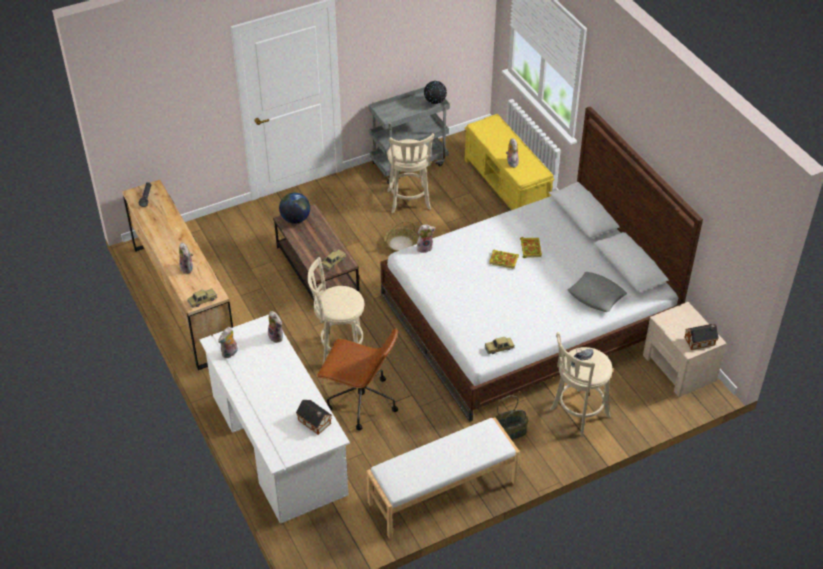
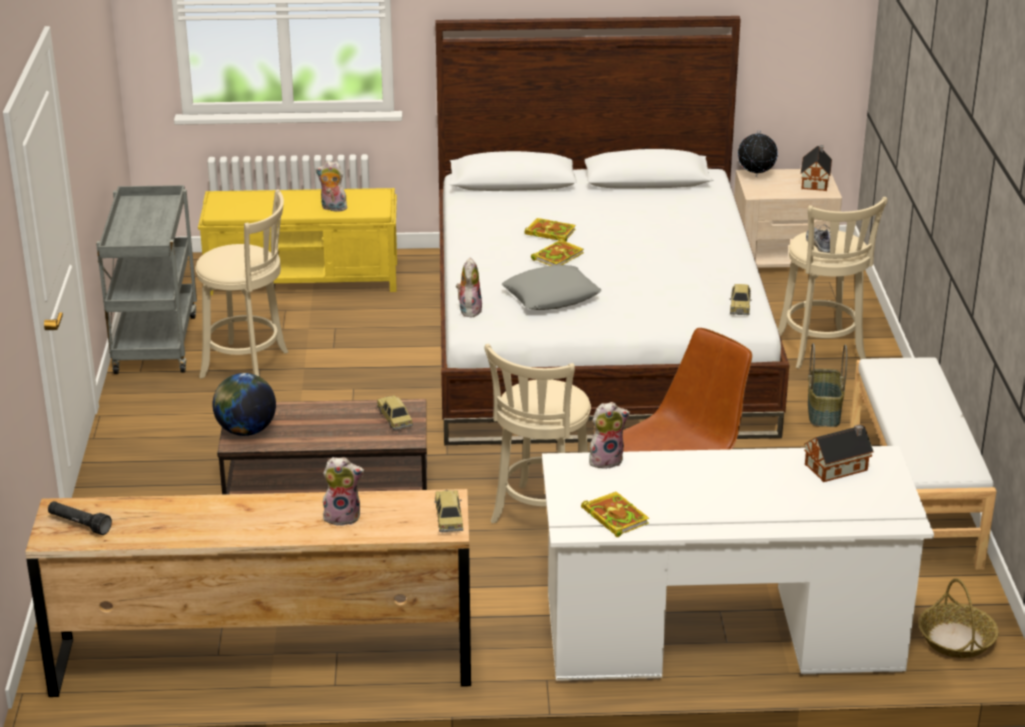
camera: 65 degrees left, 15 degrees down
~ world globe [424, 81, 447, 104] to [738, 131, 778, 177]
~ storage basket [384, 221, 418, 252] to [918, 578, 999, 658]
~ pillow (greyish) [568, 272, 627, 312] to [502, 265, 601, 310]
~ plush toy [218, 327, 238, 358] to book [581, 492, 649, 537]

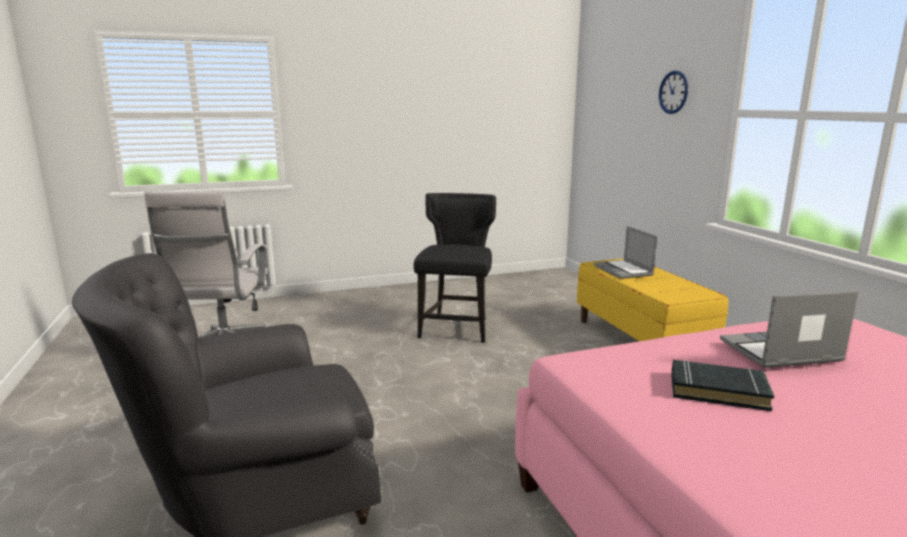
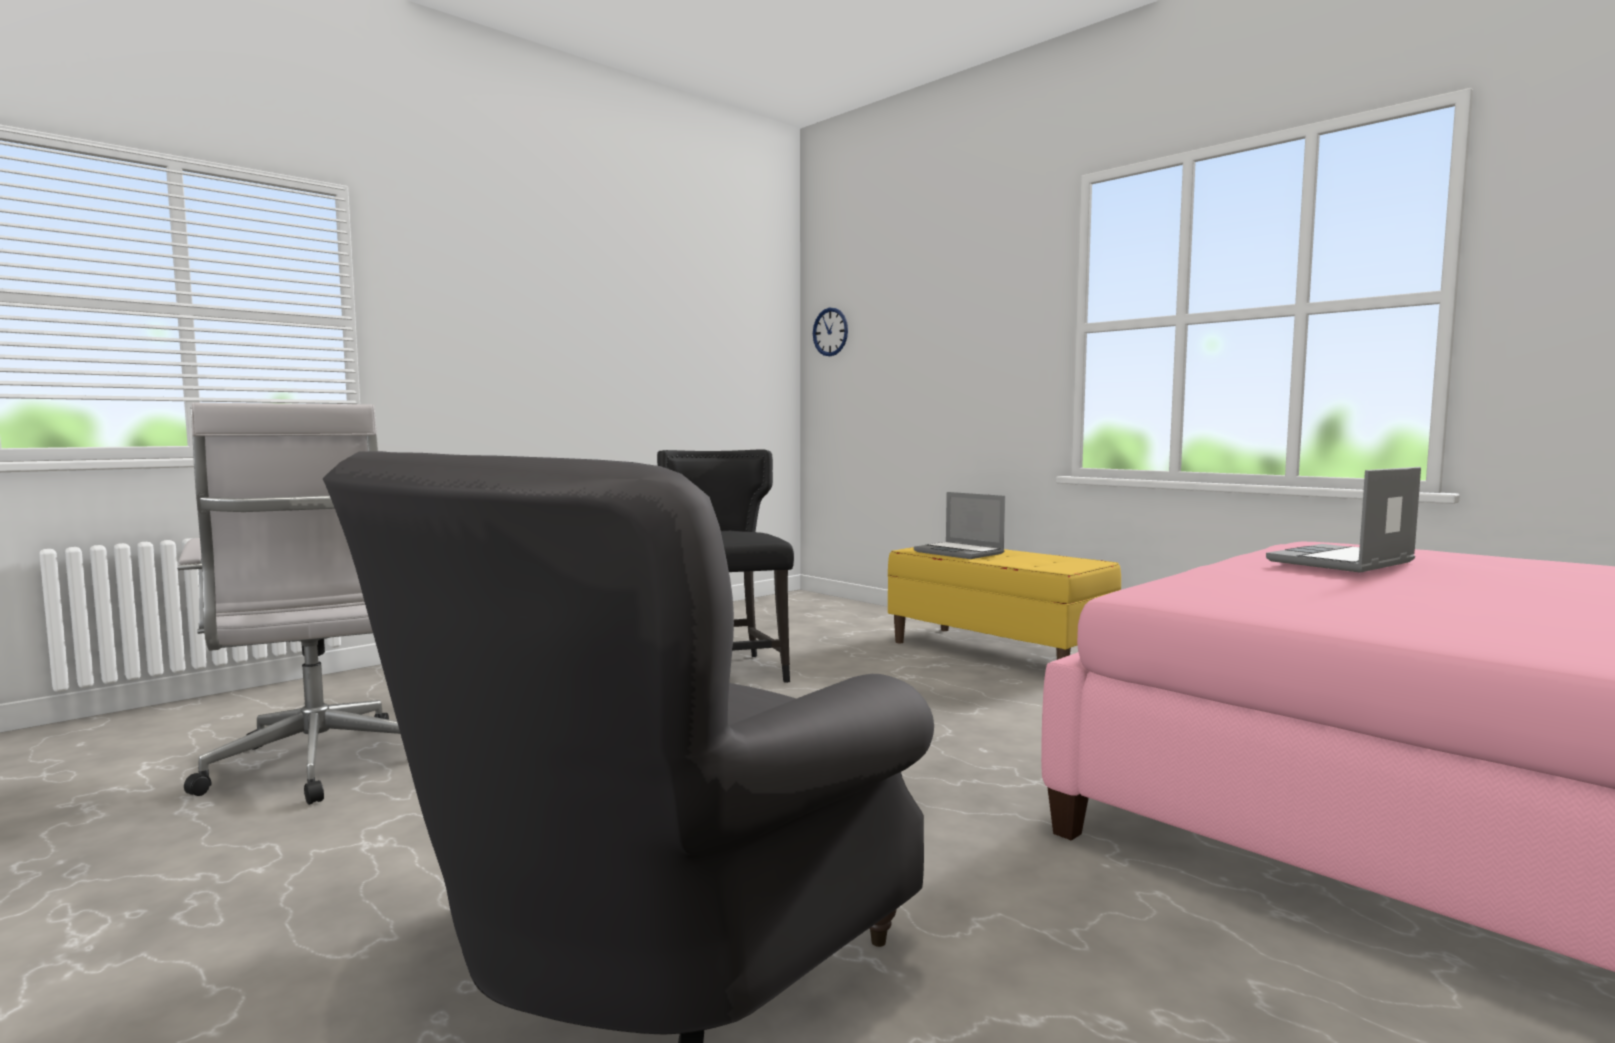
camera: 25 degrees left, 10 degrees down
~ hanging clock [659, 71, 688, 114] to [813, 308, 848, 356]
- book (blackish) [671, 360, 774, 411]

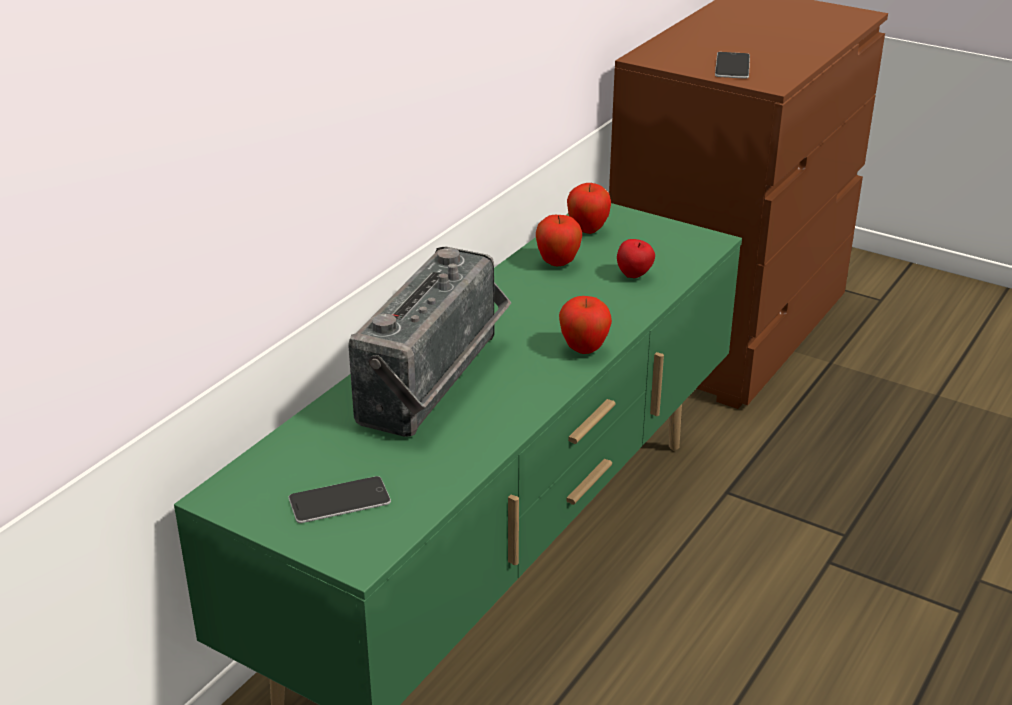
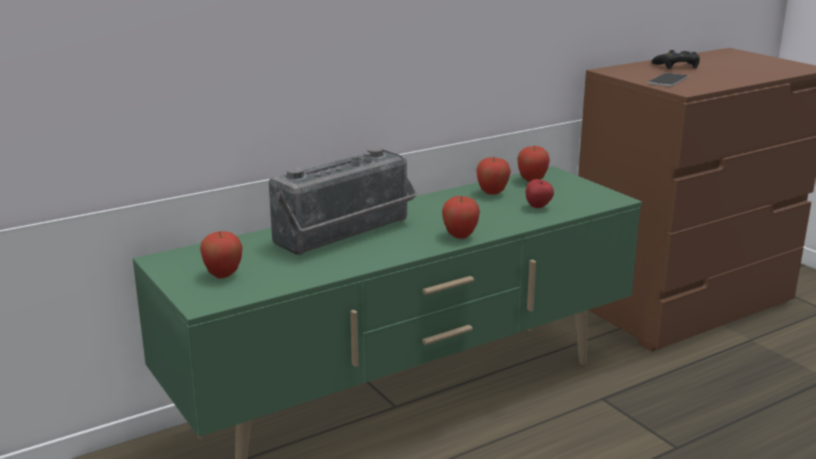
camera: 25 degrees right, 10 degrees down
~ telephone [289, 476, 391, 523] to whole apple [200, 231, 242, 279]
+ joypad (blackish) [652, 50, 700, 69]

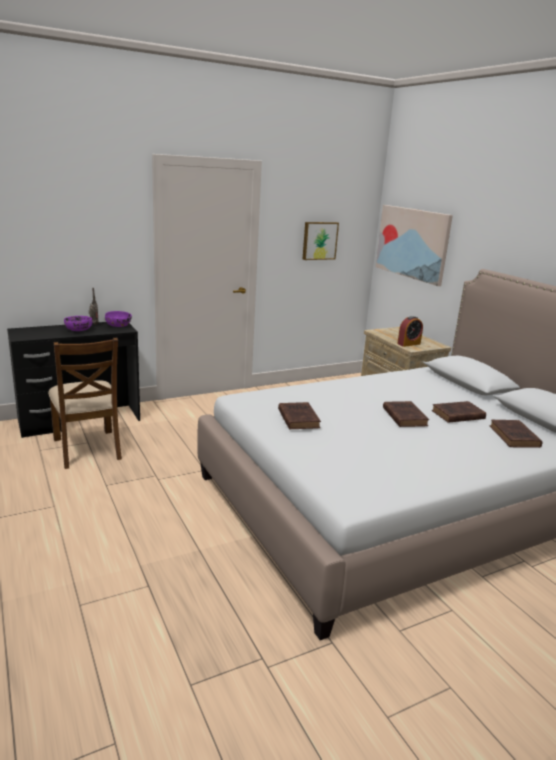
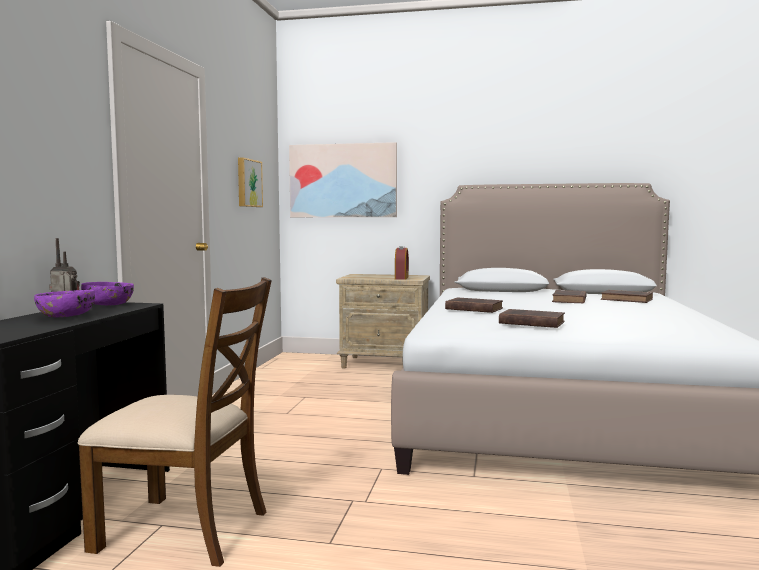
camera: 50 degrees left, 15 degrees down
~ book (brown-coloured) [383, 401, 429, 427] to [445, 297, 503, 313]

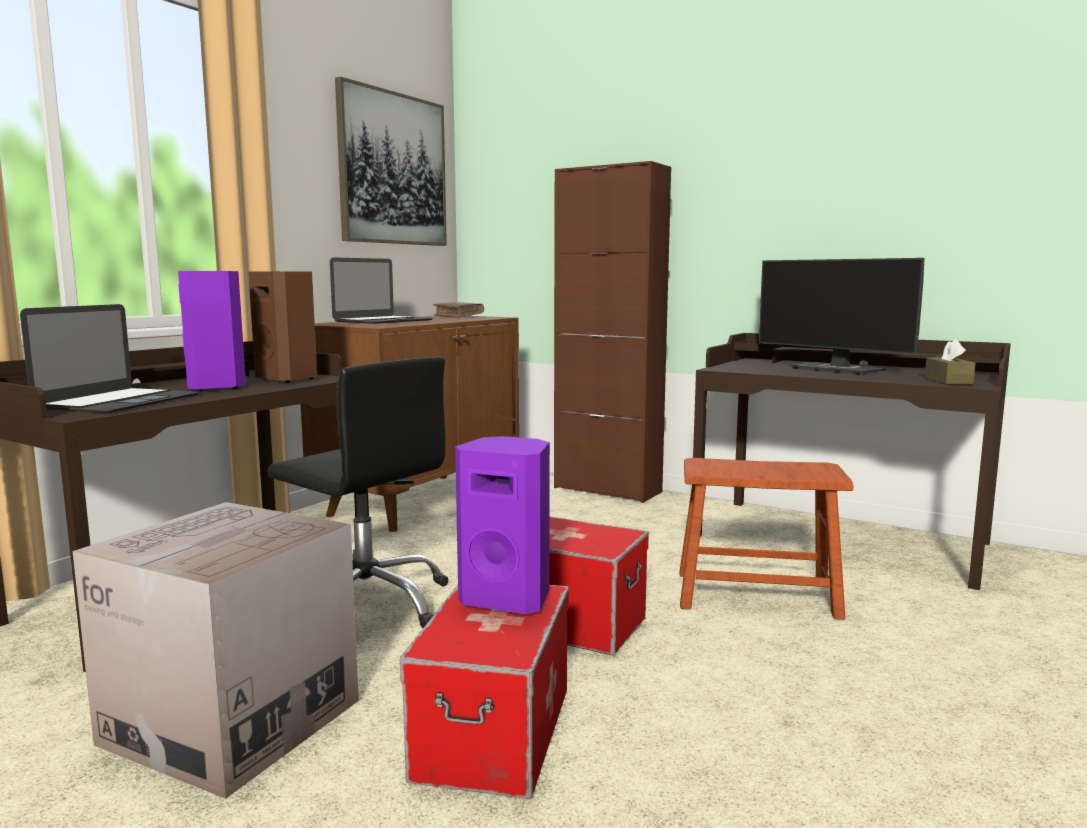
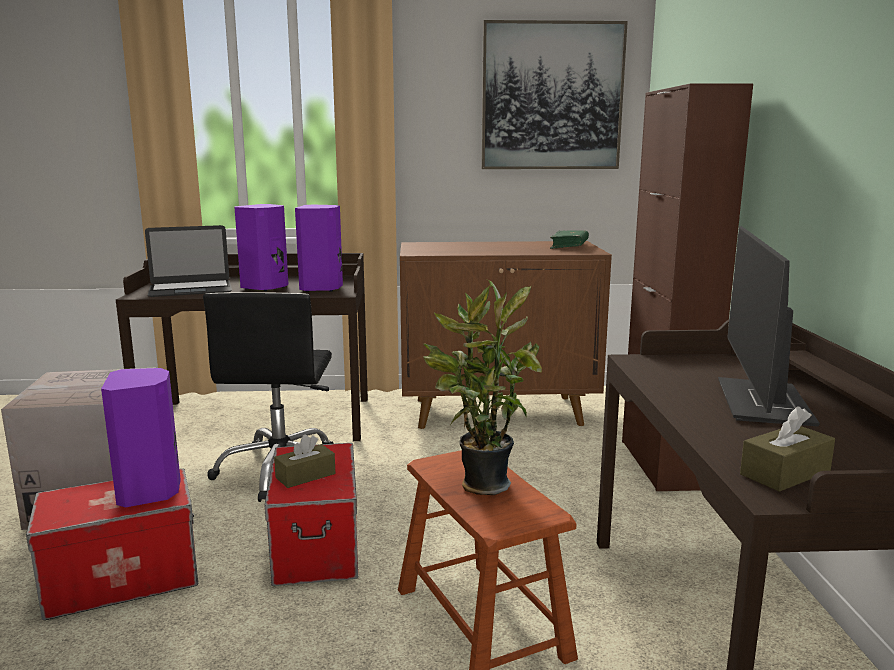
camera: 55 degrees right, 5 degrees up
- laptop [330, 257, 433, 324]
~ loudspeaker (brown-coloured) [248, 271, 317, 383] to loudspeaker (purplish) [295, 205, 343, 292]
~ book (brown-coloured) [433, 302, 484, 318] to book (greenish) [550, 230, 589, 249]
+ potted plant [423, 280, 542, 495]
+ tissue holder (brown-coloured) [274, 434, 335, 488]

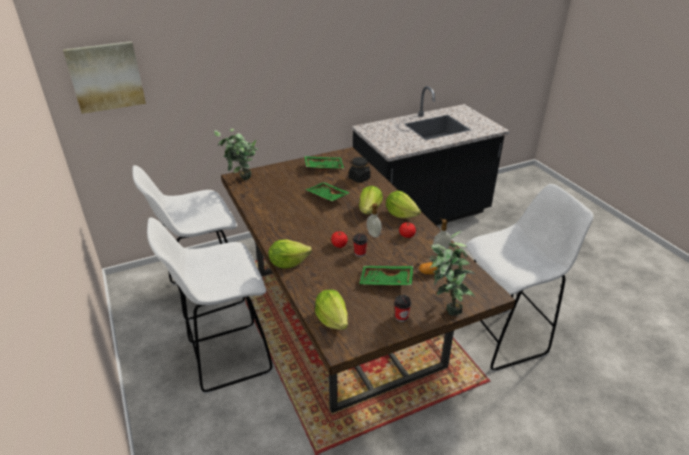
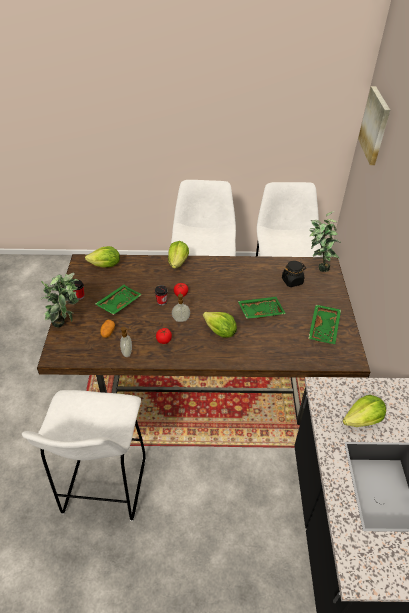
camera: 115 degrees right, 10 degrees up
~ jar (blackish) [349, 157, 371, 183] to [282, 261, 306, 287]
~ lettuce [386, 190, 421, 218] to [342, 395, 386, 427]

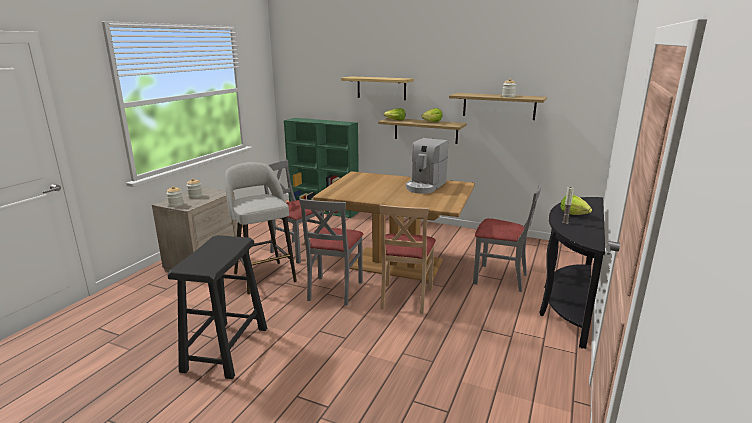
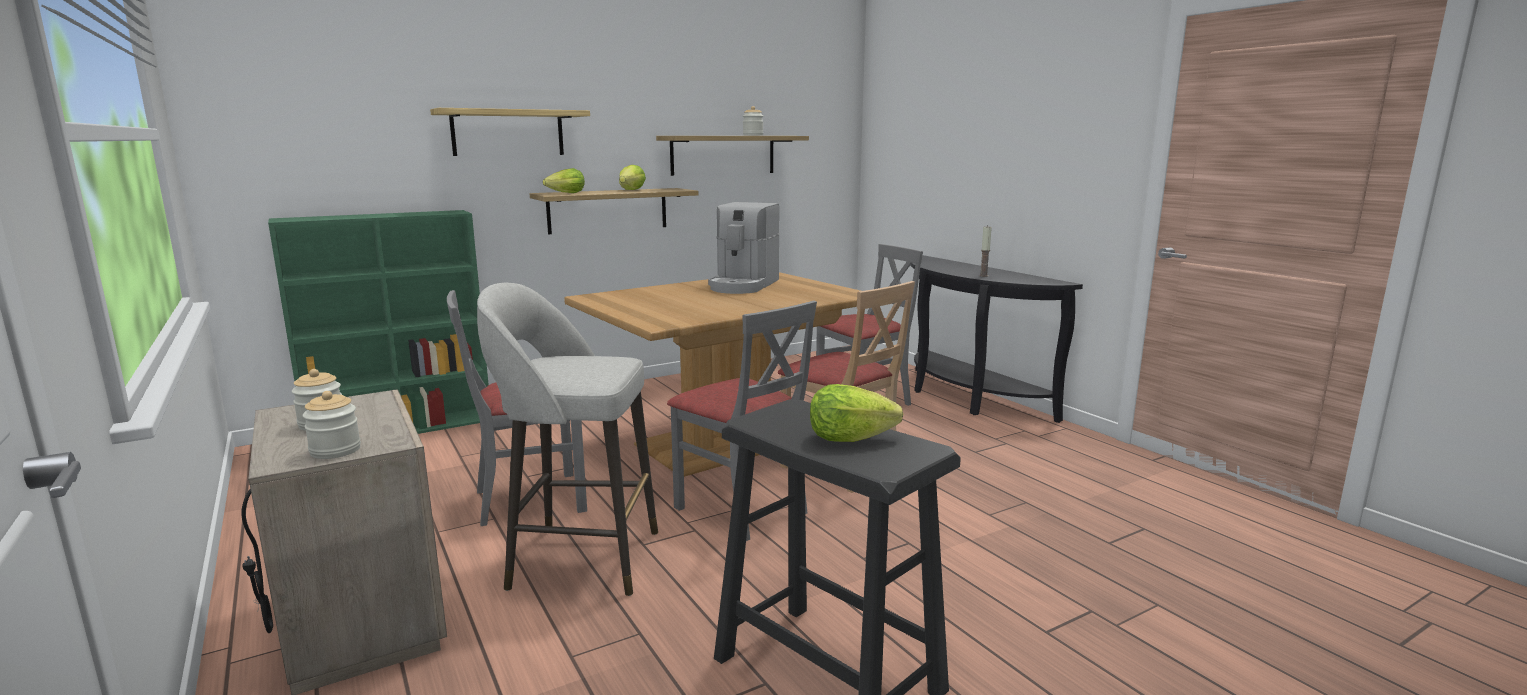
camera: 55 degrees left, 5 degrees down
~ coffee maker [405, 138, 448, 194] = [708, 202, 780, 294] 45 degrees clockwise
~ lettuce [560, 195, 592, 215] to [810, 384, 903, 442]

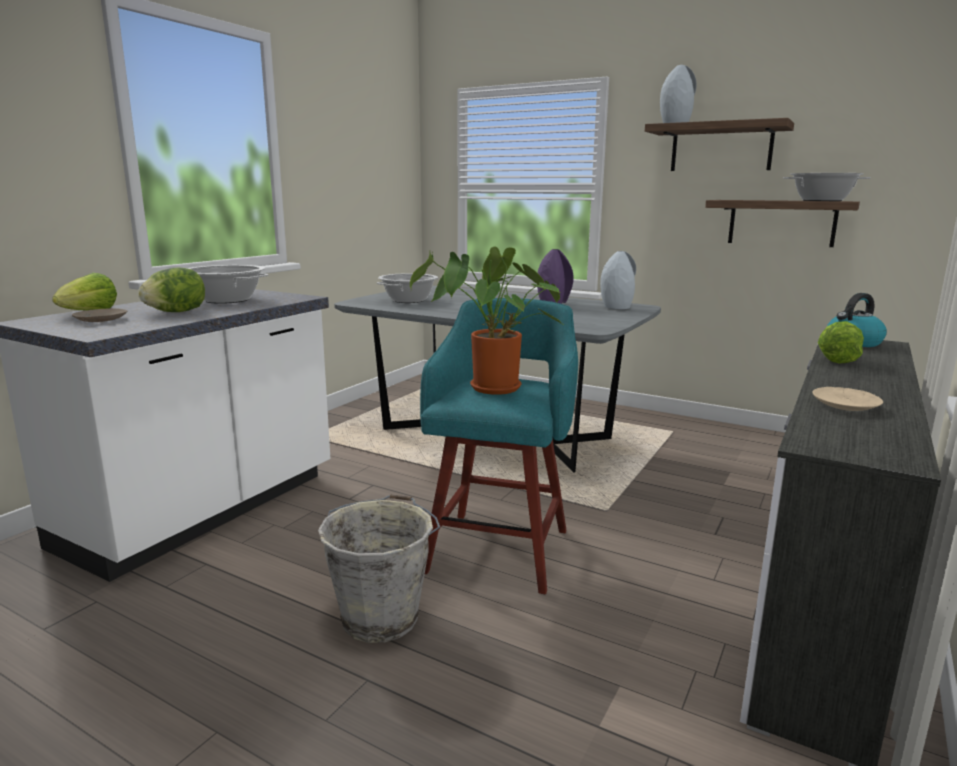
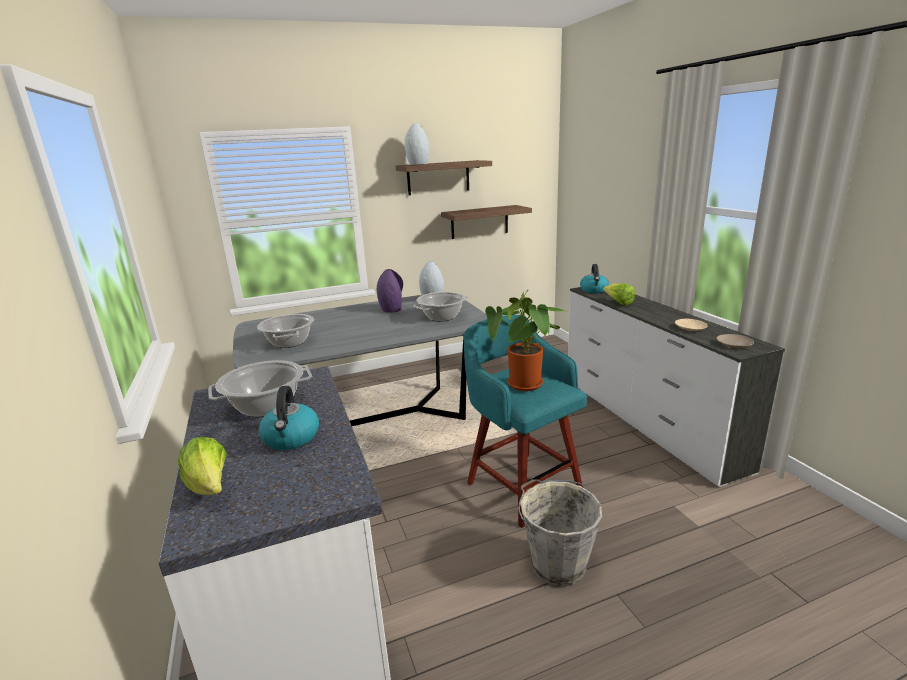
camera: 50 degrees left, 5 degrees up
~ saucepot [783, 173, 871, 201] to [413, 292, 468, 321]
~ lettuce [138, 267, 205, 312] to tea kettle [259, 386, 319, 450]
~ dinner plate (beige) [72, 308, 127, 322] to [716, 334, 754, 348]

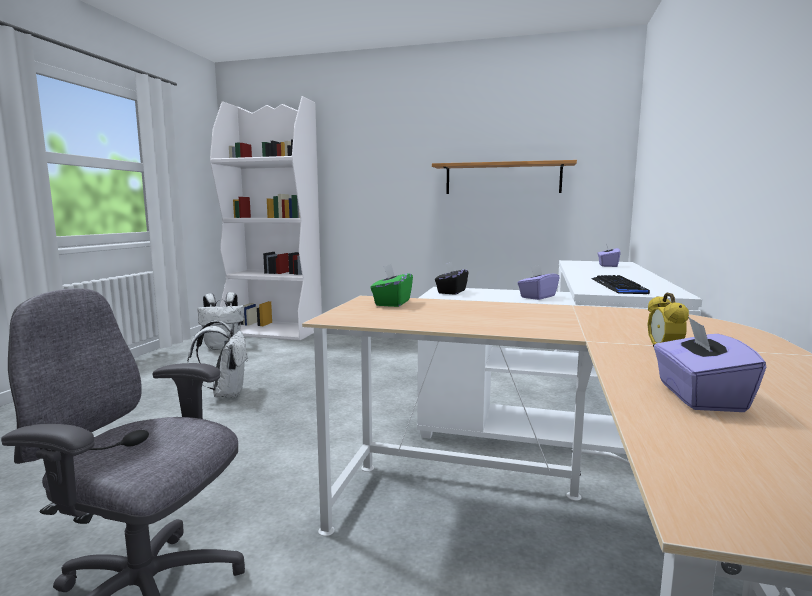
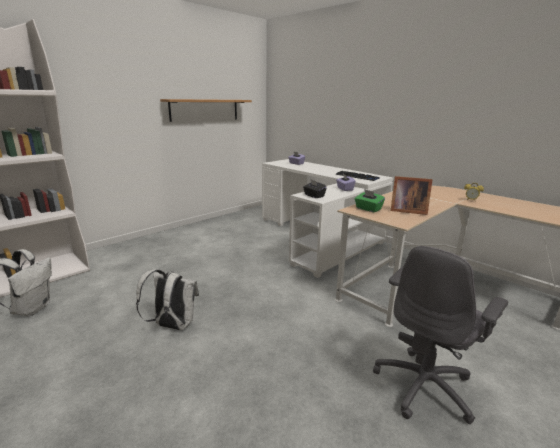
camera: 60 degrees left, 10 degrees up
- tissue holder (purplish) [654, 316, 766, 412]
+ photo frame [391, 176, 433, 215]

